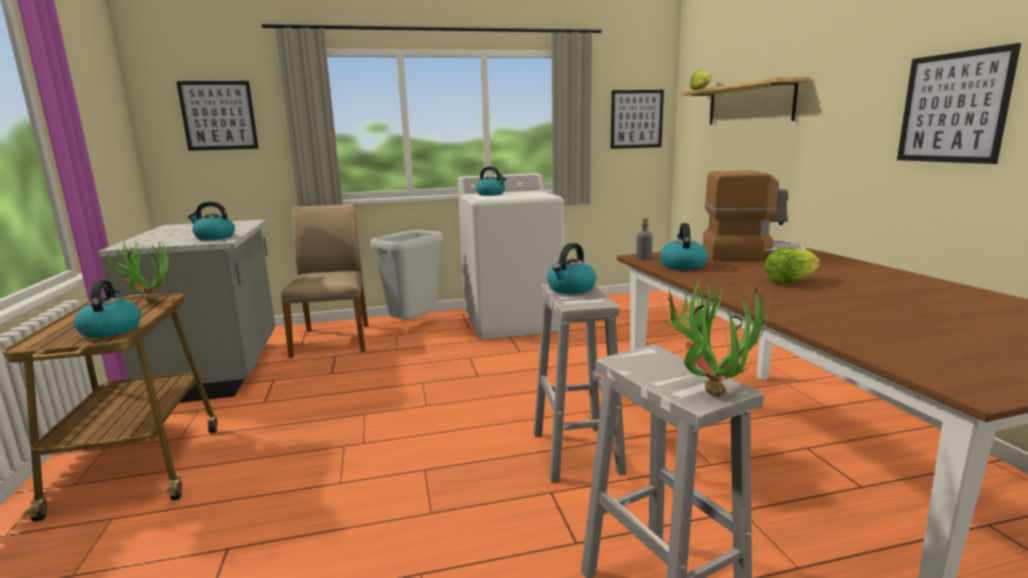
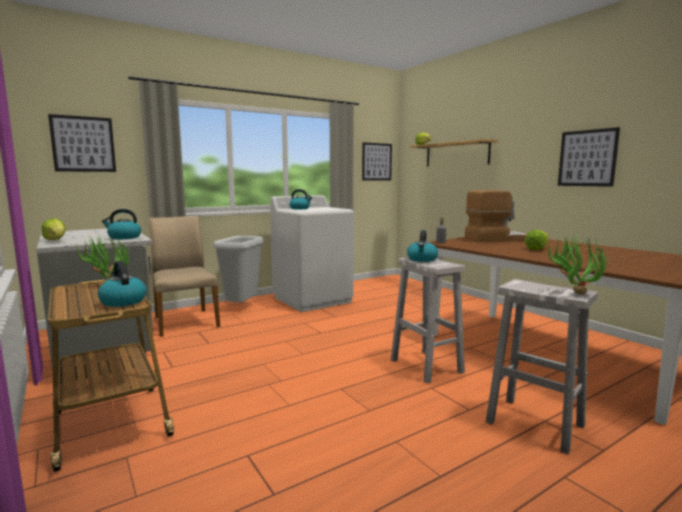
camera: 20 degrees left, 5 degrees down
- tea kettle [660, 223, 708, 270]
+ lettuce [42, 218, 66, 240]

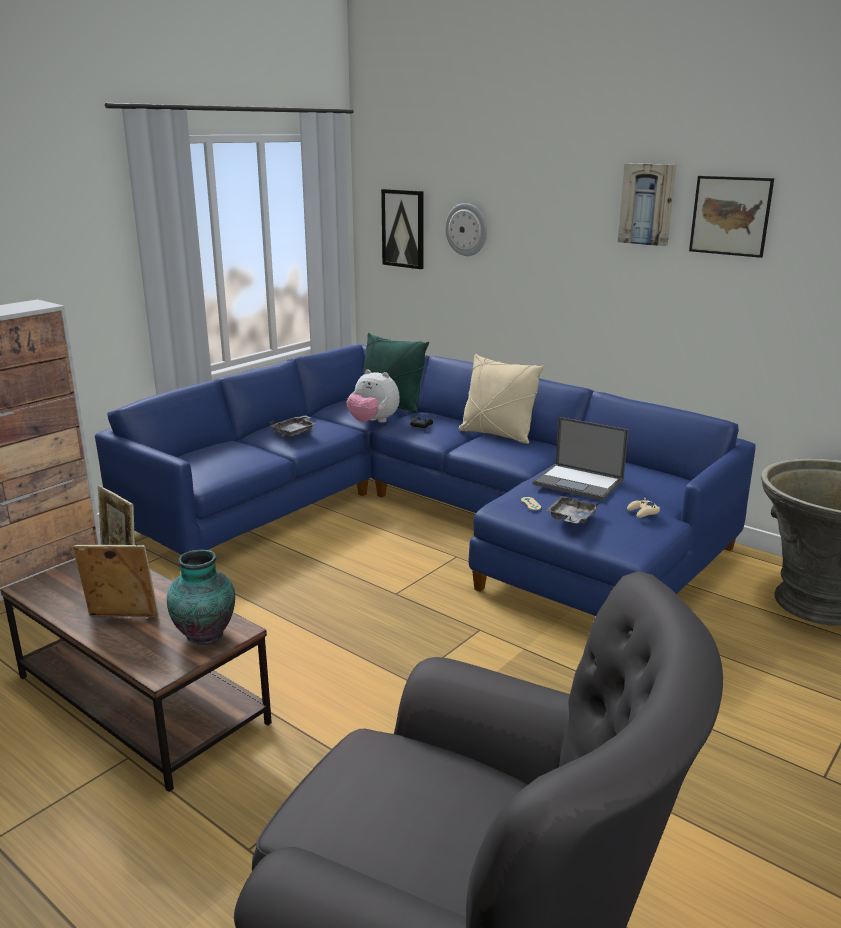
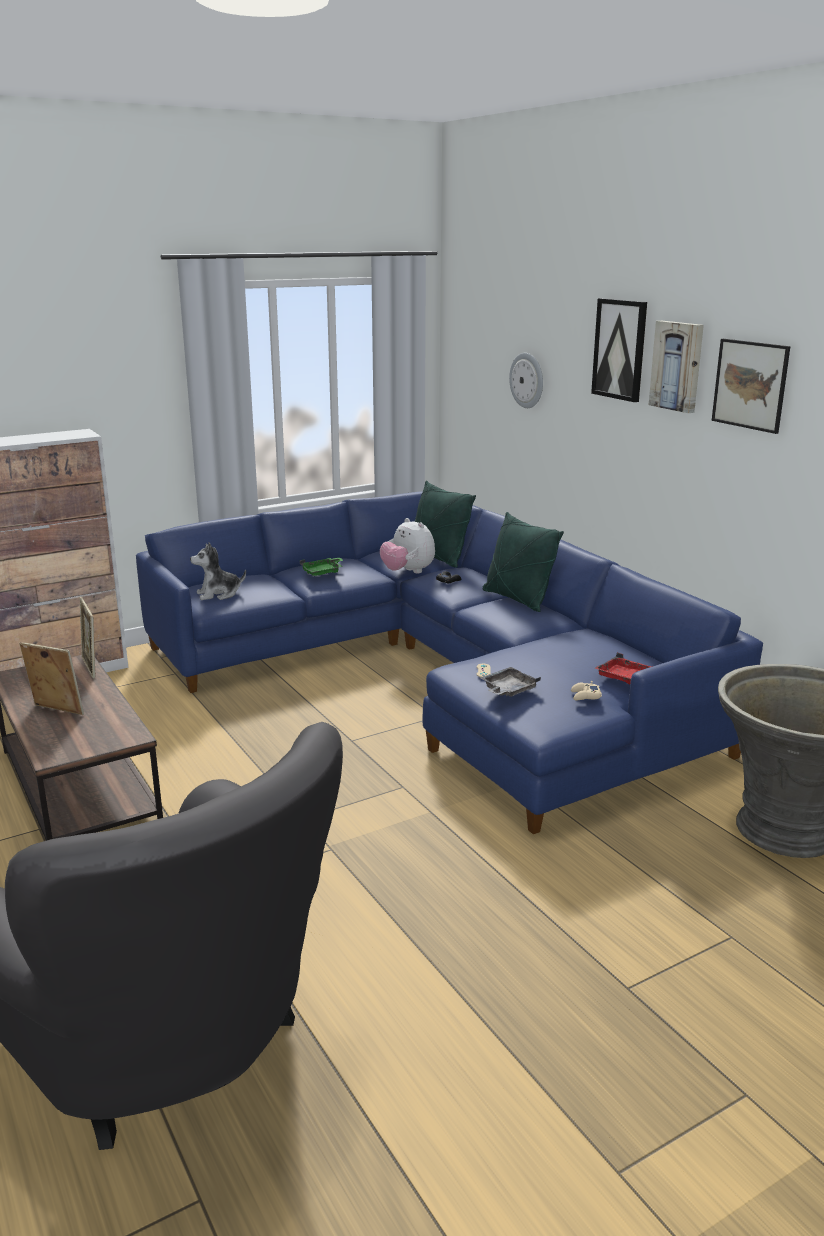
camera: 20 degrees right, 0 degrees up
~ wall picture [381, 189, 424, 269] to [591, 298, 647, 402]
~ pillow (beige) [458, 354, 544, 444] to pillow (greenish) [483, 512, 564, 612]
~ serving tray (greyish) [270, 415, 316, 436] to serving tray (greenish) [300, 558, 343, 576]
- laptop [533, 417, 628, 500]
- decorative vase [167, 549, 235, 645]
+ plush toy [190, 542, 246, 600]
+ serving tray (reddish) [595, 653, 652, 684]

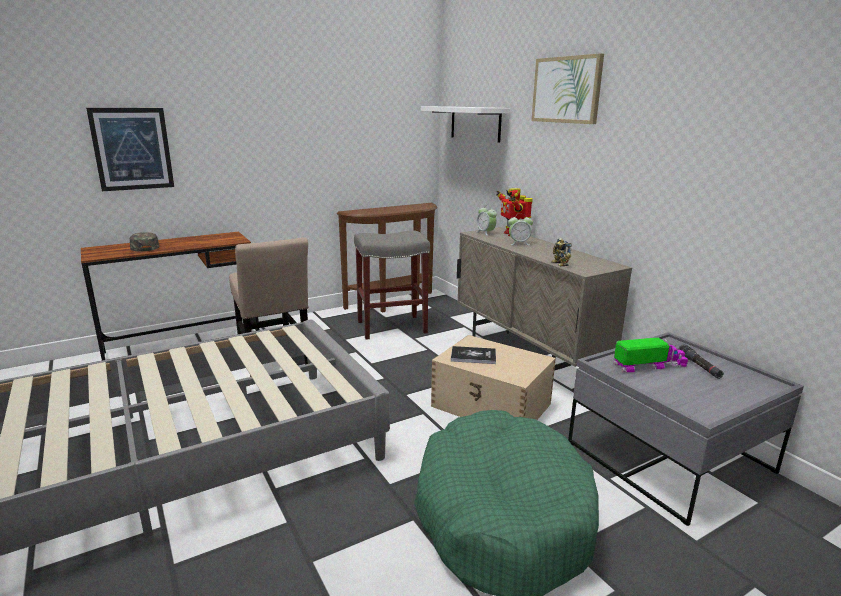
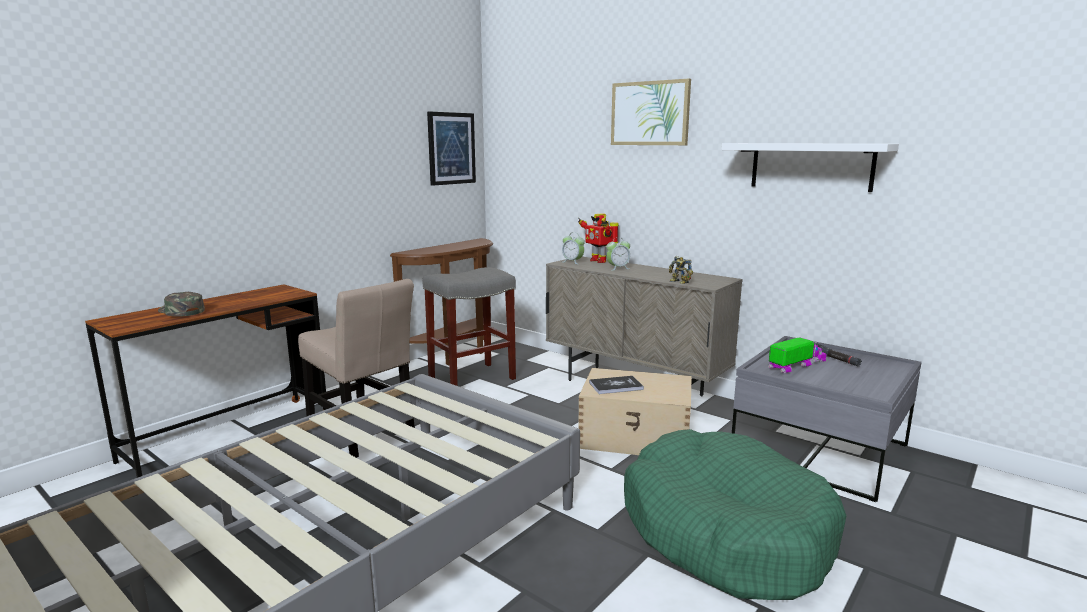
camera: 20 degrees left, 5 degrees down
~ wall shelf (white) [421, 106, 510, 143] to [721, 143, 899, 192]
~ wall picture [86, 108, 174, 191] to [427, 111, 476, 186]

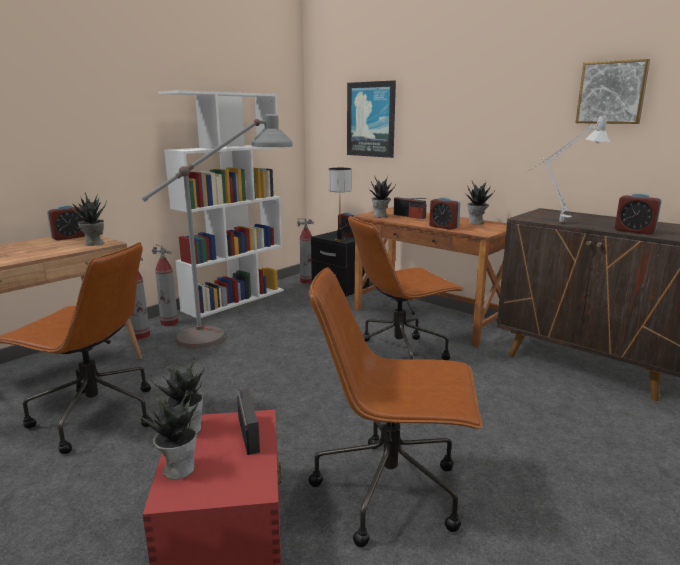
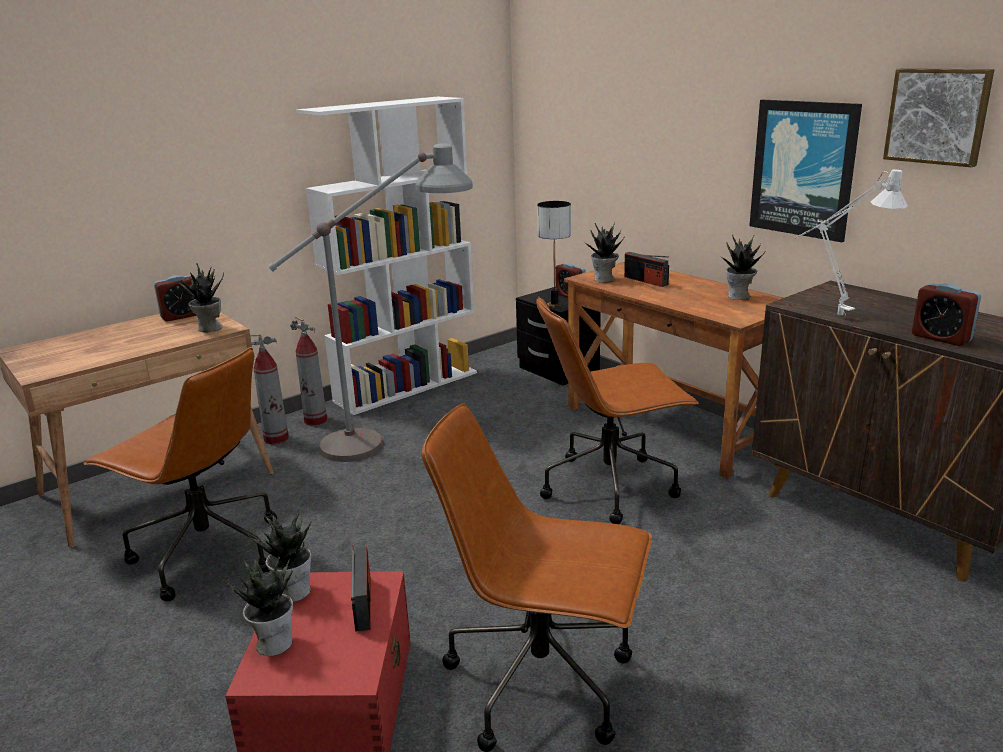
camera: 10 degrees right, 5 degrees up
~ wall picture [347, 80, 396, 158] to [749, 100, 862, 242]
- table clock [429, 197, 460, 230]
- fire-fighting cylinder [297, 218, 314, 284]

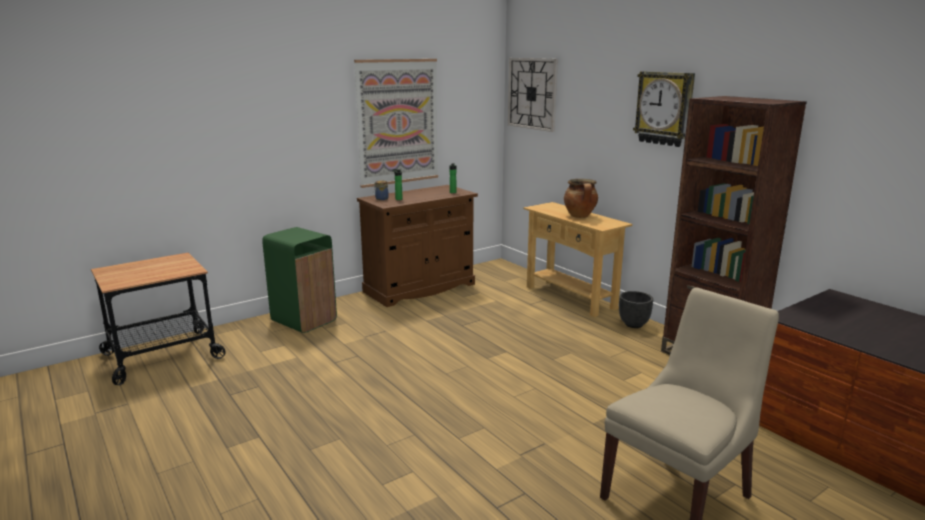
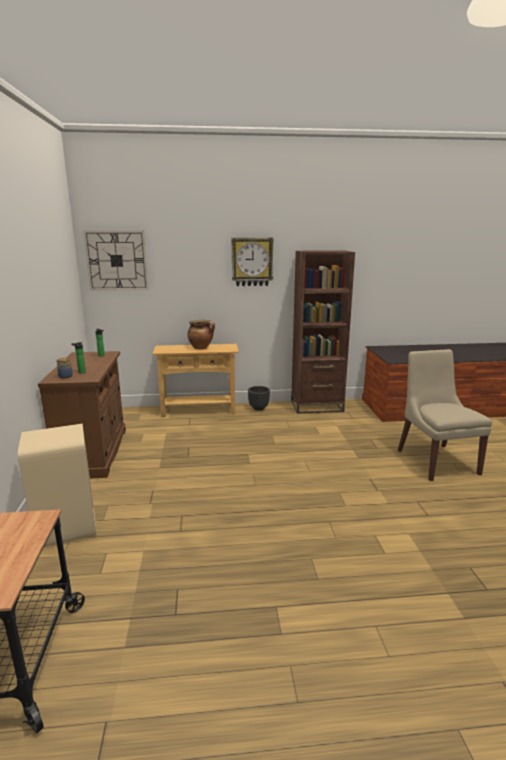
camera: 60 degrees left, 0 degrees up
- wall picture [354, 59, 438, 188]
~ trash can (greenish) [262, 227, 337, 333] to trash can (beige) [18, 423, 97, 547]

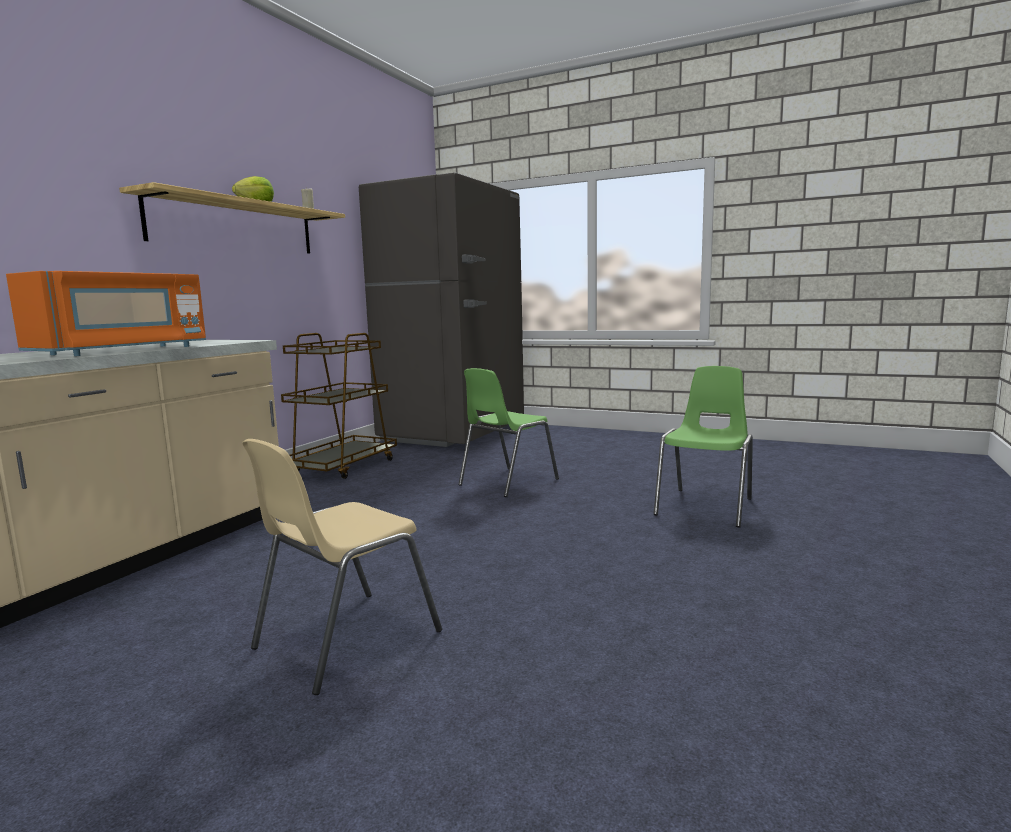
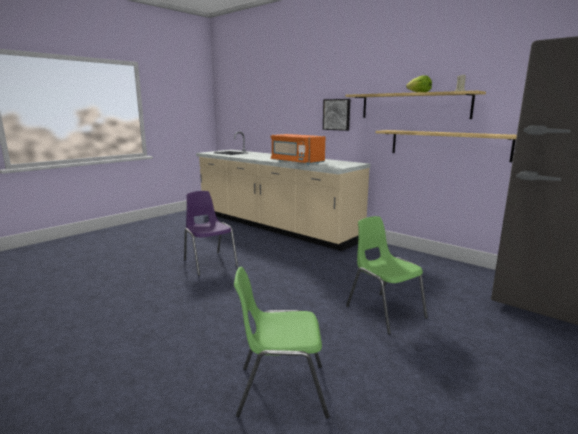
camera: 105 degrees right, 5 degrees up
- cart (brown-coloured) [281, 333, 397, 479]
~ upright chair (greenish) [653, 366, 753, 527] = [234, 267, 329, 419] 135 degrees clockwise
~ upright chair (beige) [242, 439, 442, 695] to upright chair (purplish) [184, 191, 238, 276]
+ wall picture [323, 99, 350, 131]
+ wall shelf [375, 130, 517, 162]

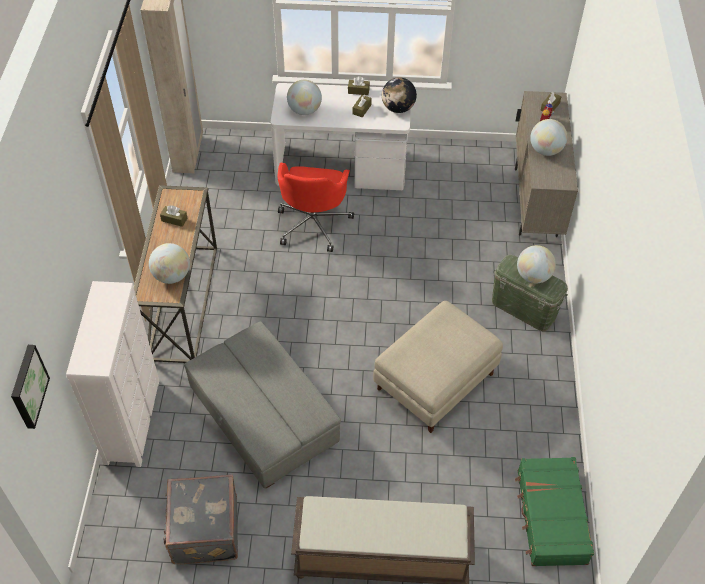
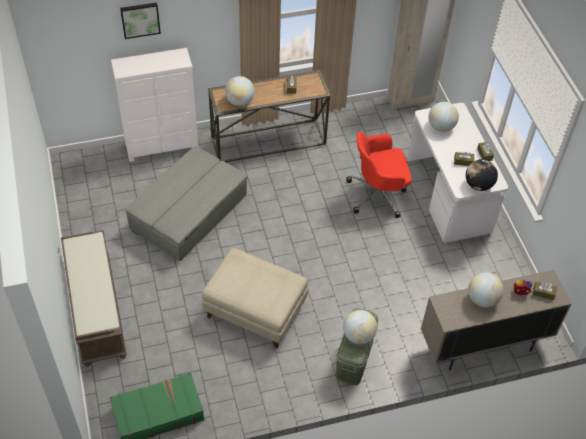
camera: 70 degrees right, 0 degrees up
~ wall picture [11, 345, 50, 429] to [120, 3, 161, 39]
- travel case (greyish) [163, 474, 238, 564]

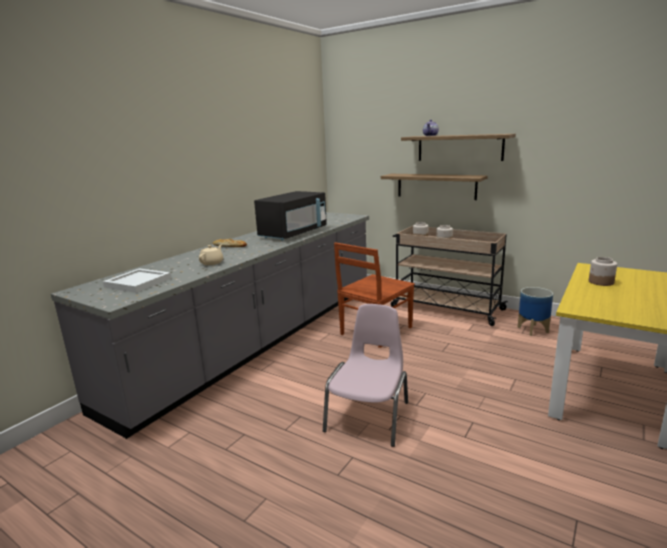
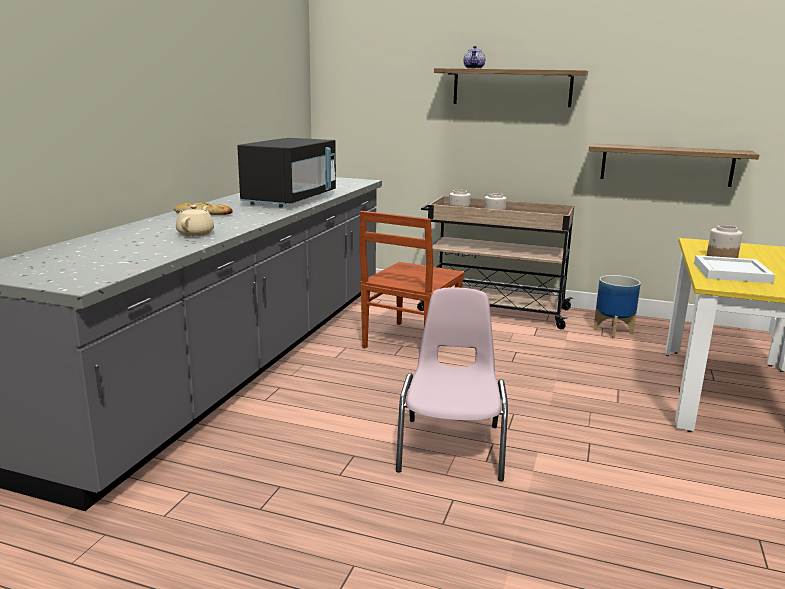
camera: 15 degrees left, 0 degrees up
~ wall shelf [381, 174, 487, 200] to [589, 143, 759, 187]
~ serving tray (white) [103, 268, 171, 293] to [694, 255, 775, 283]

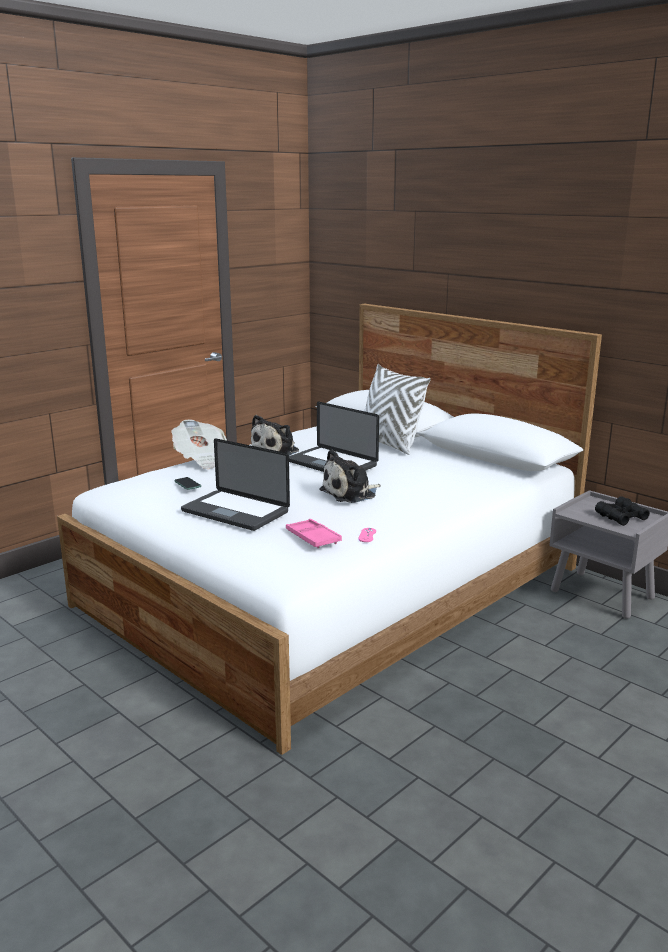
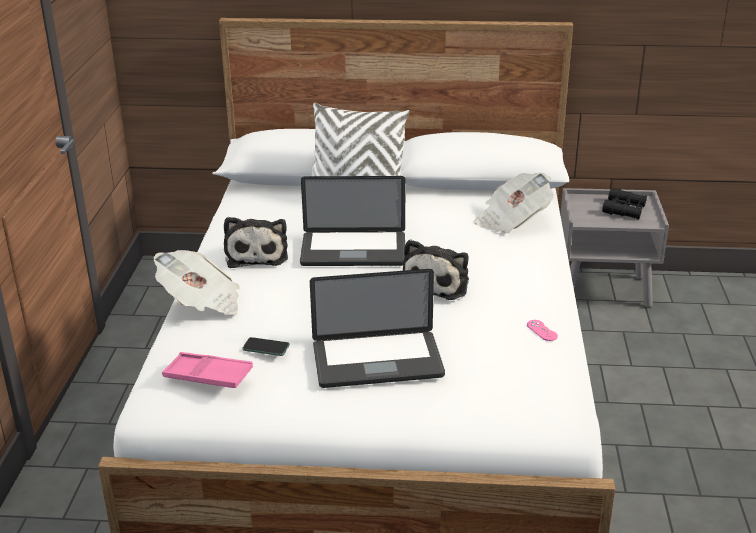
camera: 40 degrees left, 10 degrees up
~ serving tray (pink-coloured) [286, 519, 342, 548] to [162, 352, 253, 388]
+ newspaper [475, 173, 554, 234]

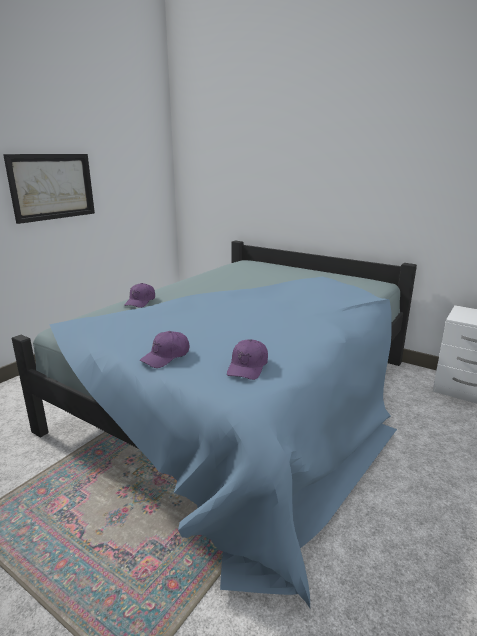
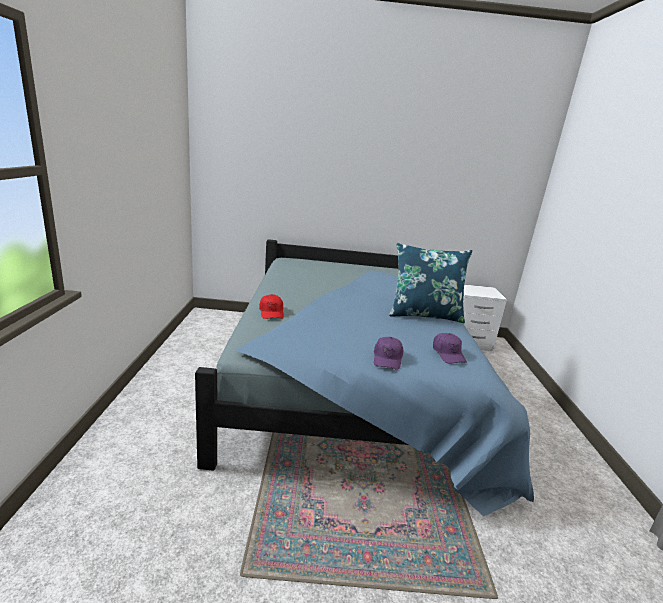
camera: 35 degrees left, 0 degrees up
- wall picture [3, 154, 95, 224]
~ cap (purplish) [124, 283, 155, 308] to cap (reddish) [259, 294, 284, 319]
+ pillow (blue) [389, 243, 472, 324]

